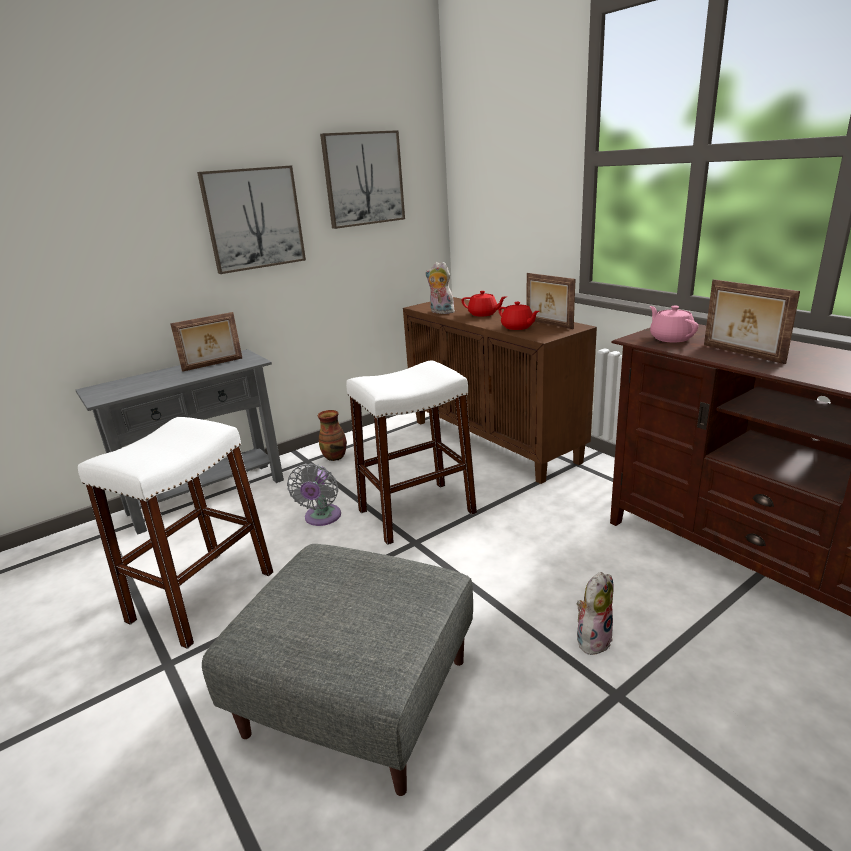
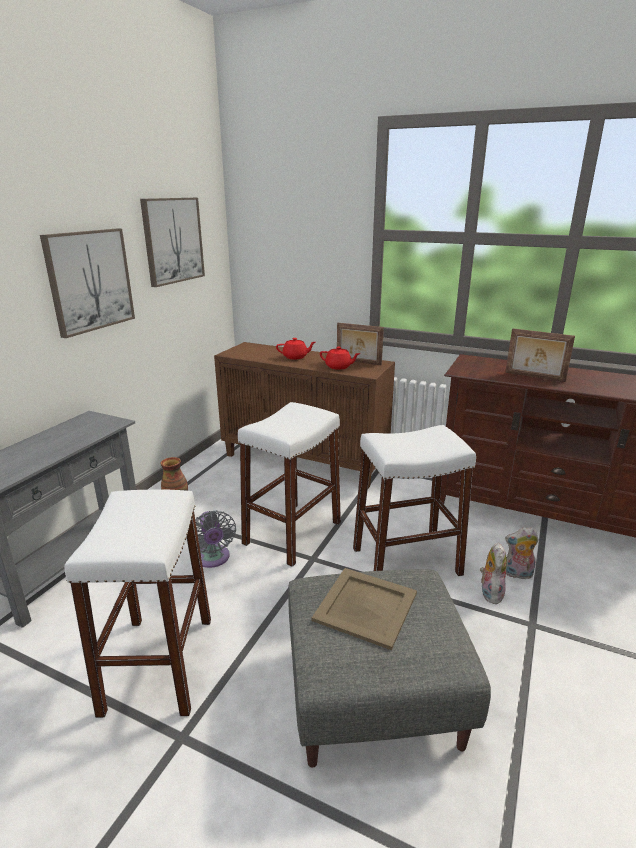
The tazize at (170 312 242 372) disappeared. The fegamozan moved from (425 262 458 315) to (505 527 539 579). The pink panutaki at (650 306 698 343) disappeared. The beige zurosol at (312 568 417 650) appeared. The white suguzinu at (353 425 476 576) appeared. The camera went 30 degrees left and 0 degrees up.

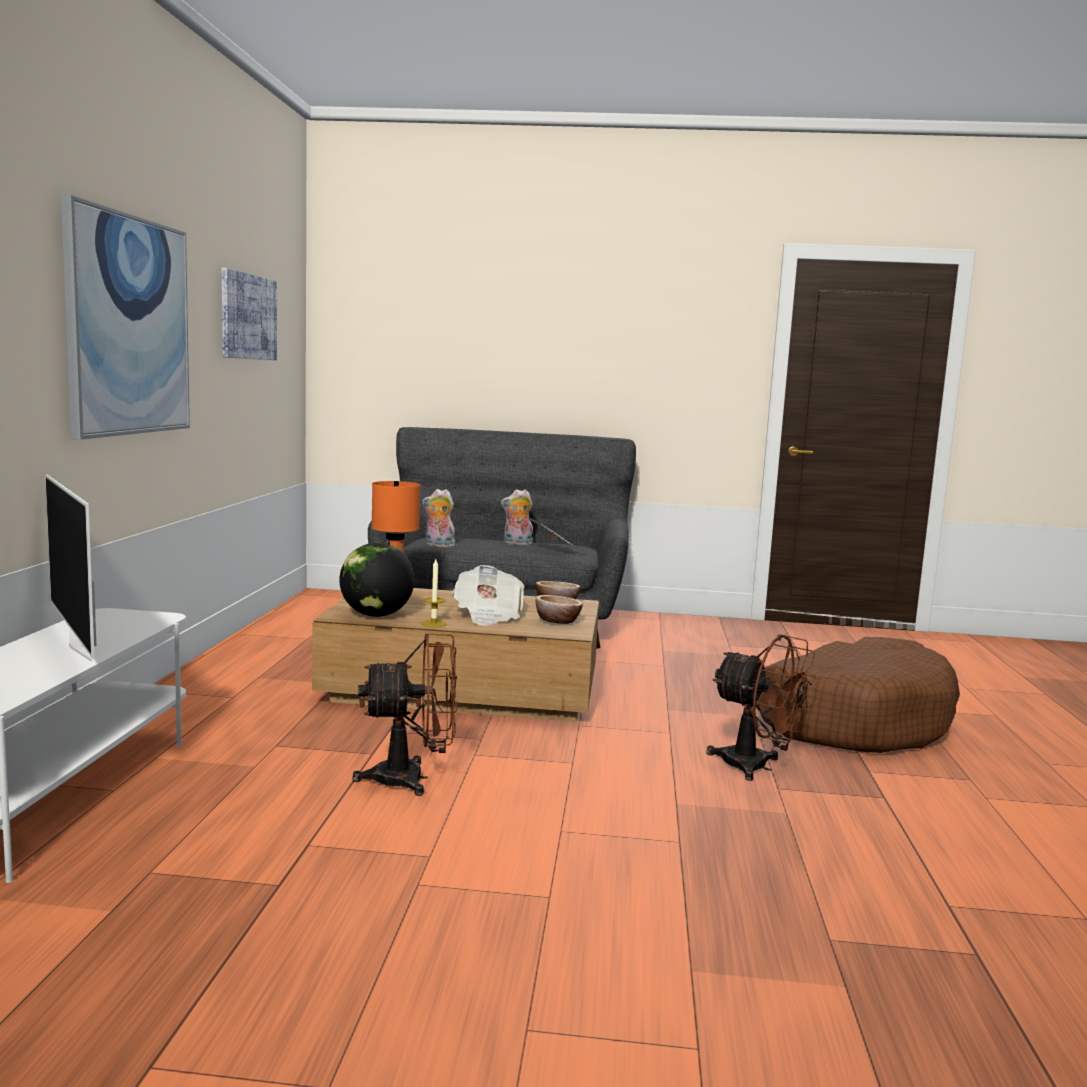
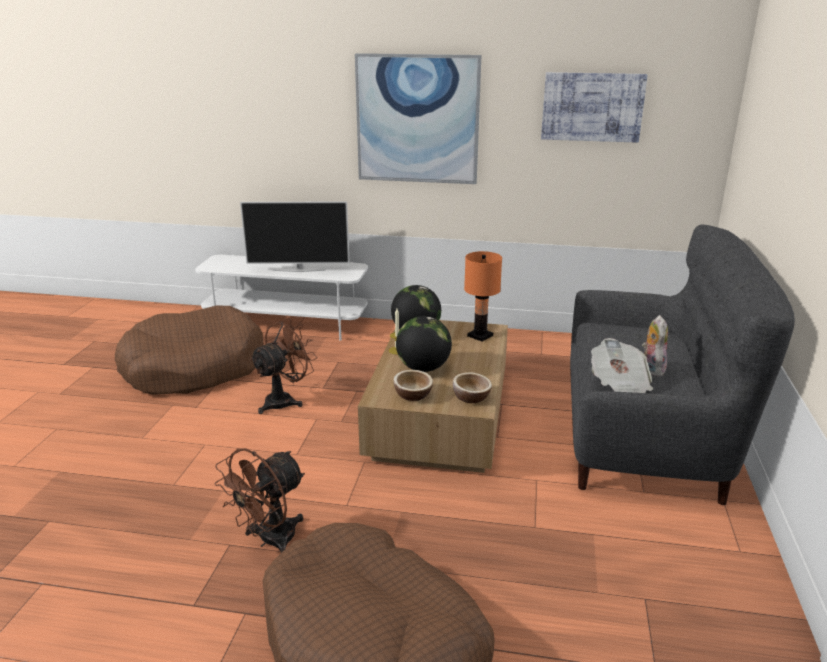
The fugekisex at (45 474 96 662) turned 150 degrees counterclockwise. The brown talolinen at (352 633 457 796) turned 135 degrees counterclockwise. The fegamozan at (422 489 457 548) disappeared. The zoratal at (452 565 524 625) was replaced by the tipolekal at (396 316 452 372). The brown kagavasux at (115 305 264 395) appeared. The camera went 95 degrees right and 15 degrees up.

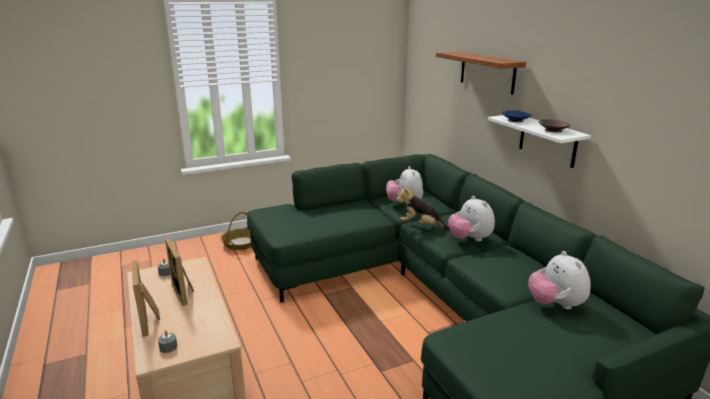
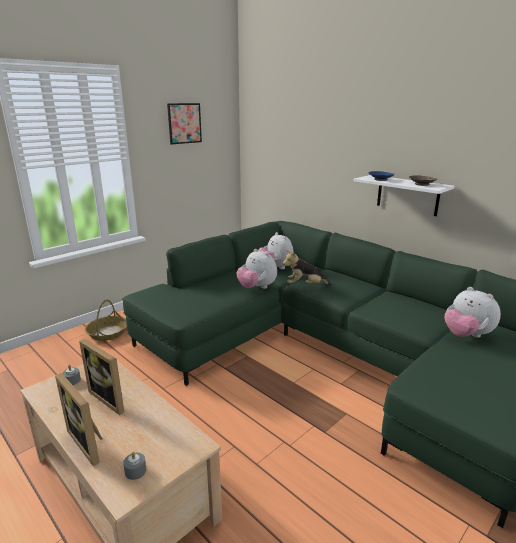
The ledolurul at (436 51 526 95) disappeared. The fegamozan moved from (448 196 495 242) to (237 249 277 289). The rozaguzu at (167 103 202 145) appeared. The camera went 20 degrees left and 0 degrees up.

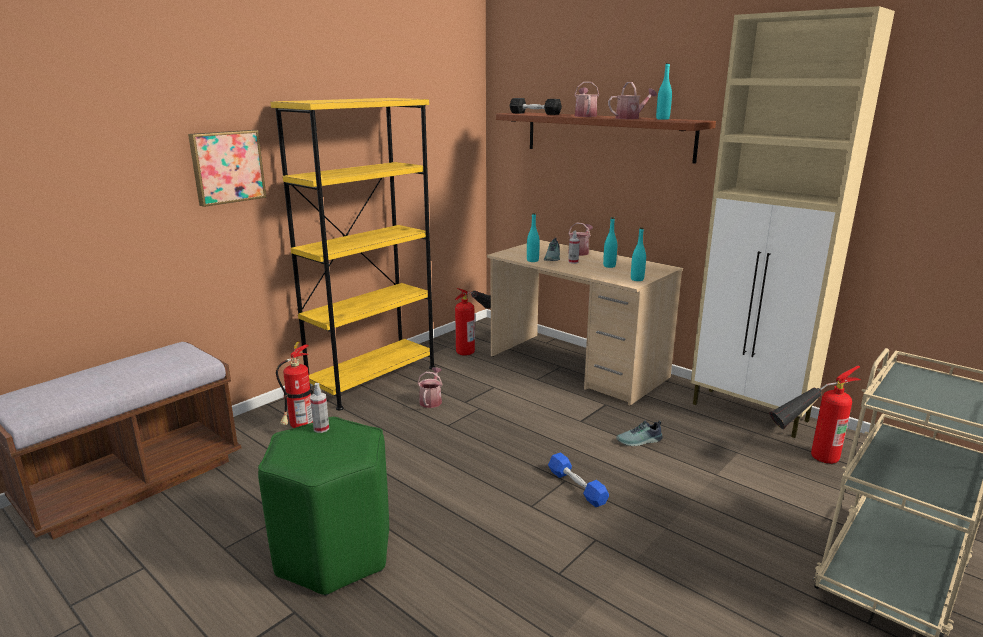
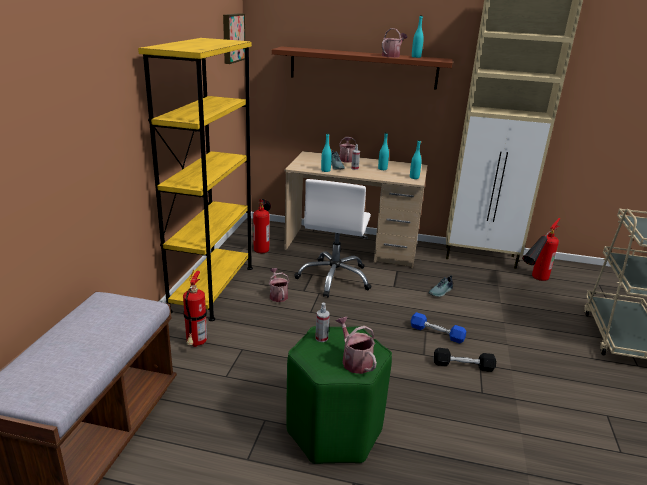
The rozaguzu moved from (188 130 266 207) to (223 13 245 64). The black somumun moved from (509 98 562 115) to (434 348 496 372). The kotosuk moved from (574 82 599 117) to (336 317 377 374). The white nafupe at (295 179 371 297) appeared. The camera went 30 degrees left and 5 degrees up.

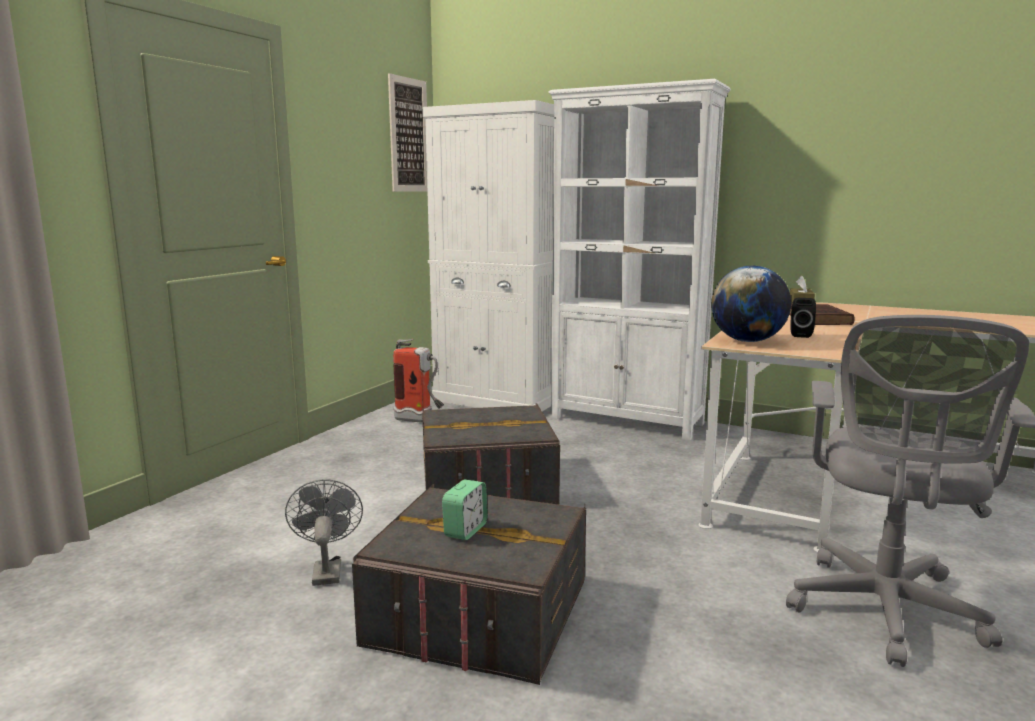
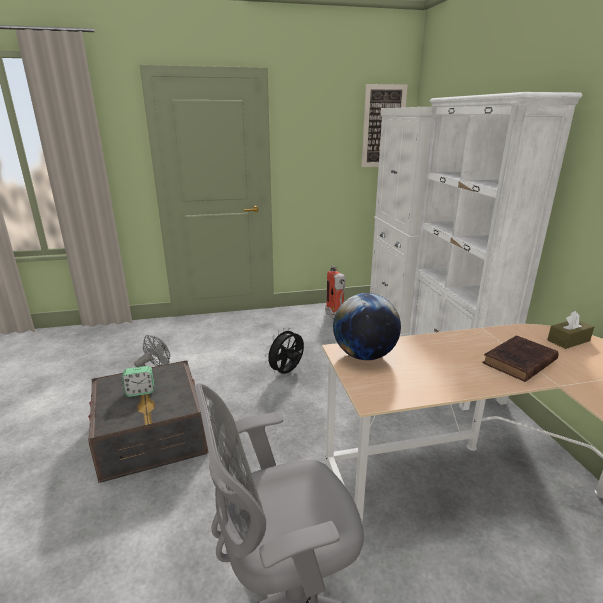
The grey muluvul at (422 403 560 505) was replaced by the black talolinen at (265 328 304 374). The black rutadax at (790 298 816 338) disappeared. The camera went 50 degrees right and 10 degrees up.

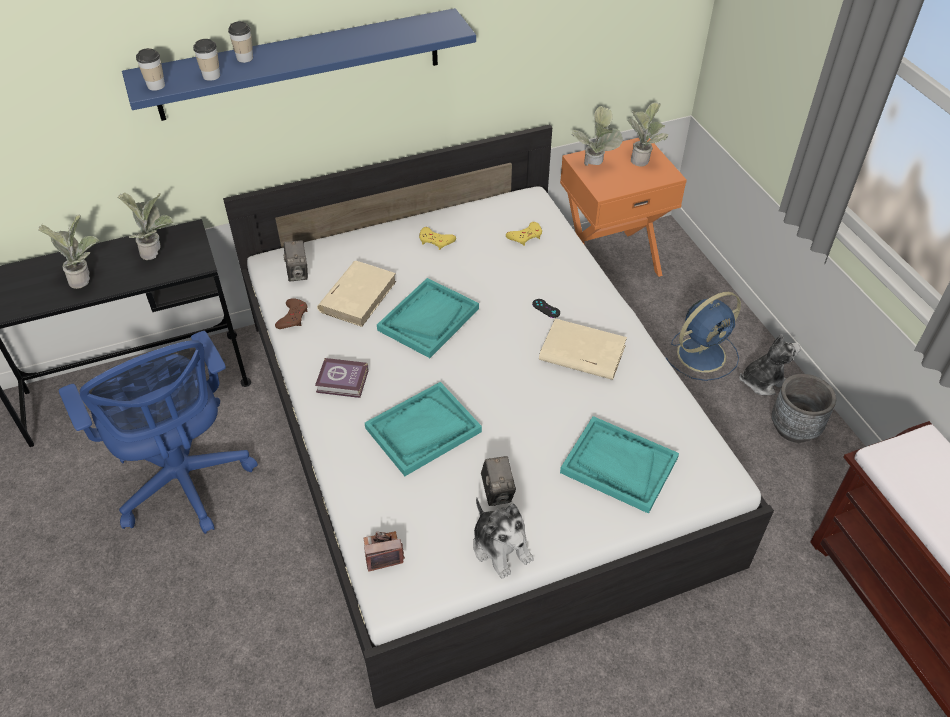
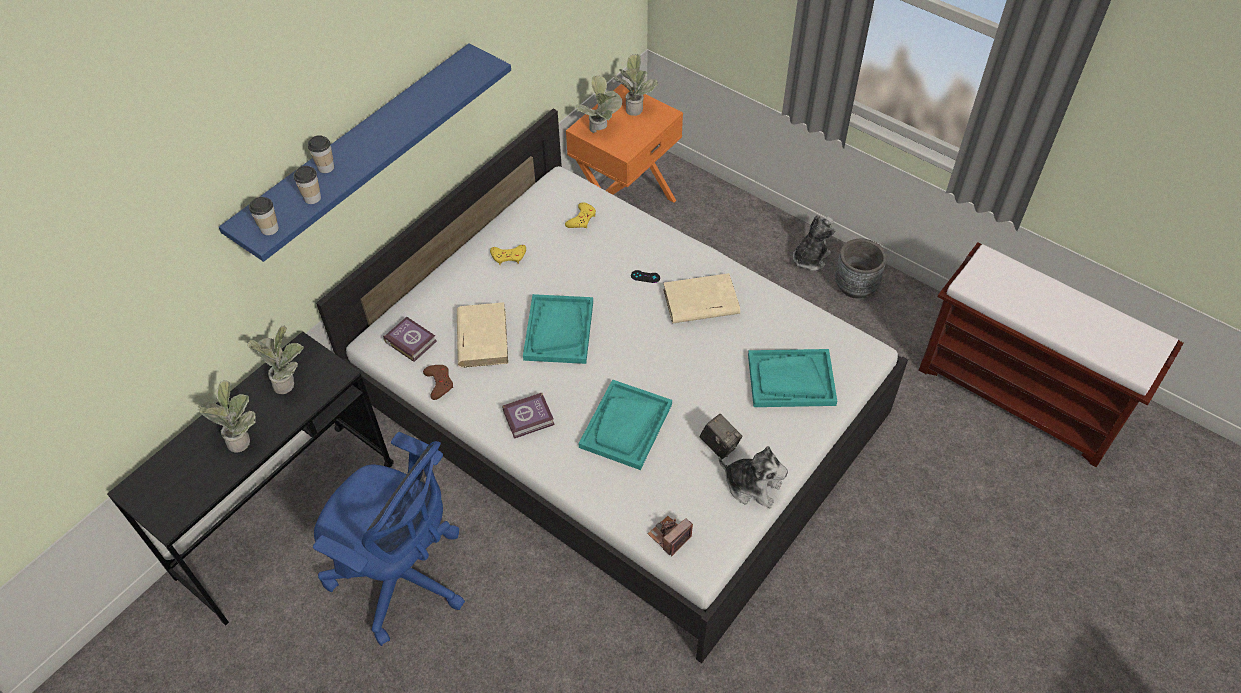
The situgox at (283 240 308 282) was replaced by the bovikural at (383 317 437 362). The blue talolinen at (665 292 741 381) disappeared. The camera went 30 degrees left and 5 degrees up.

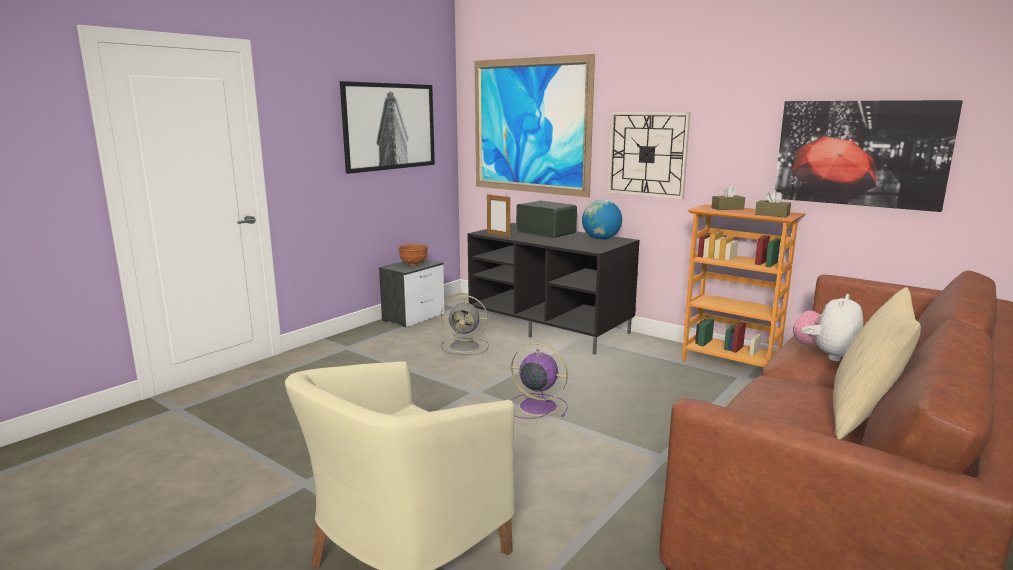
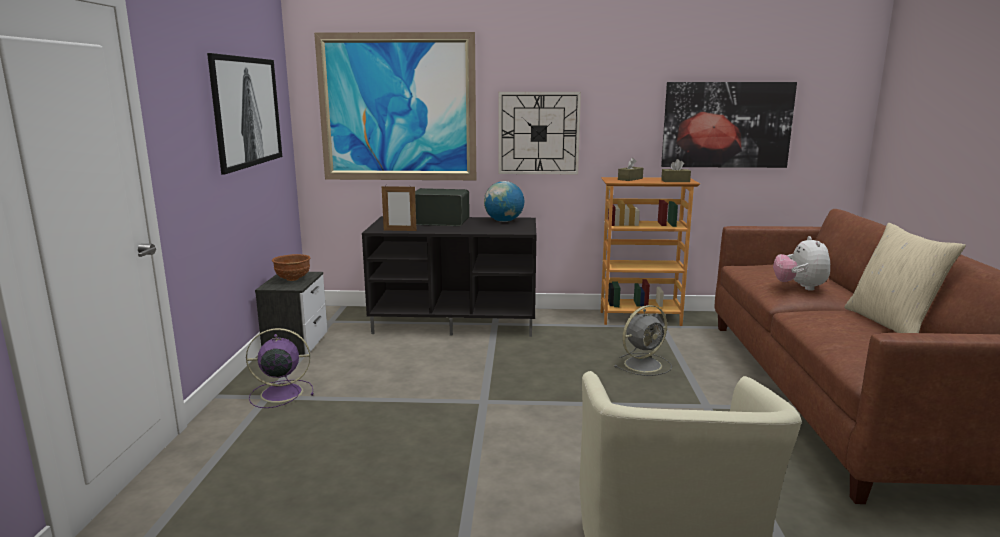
The grey talolinen moved from (440 295 489 355) to (614 305 672 376). The purple talolinen moved from (511 343 568 419) to (246 328 314 408). The camera went 35 degrees left and 0 degrees up.

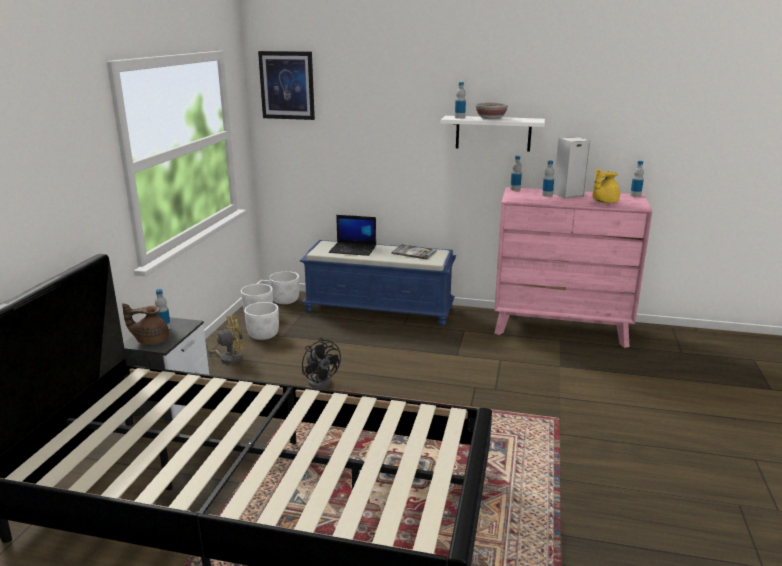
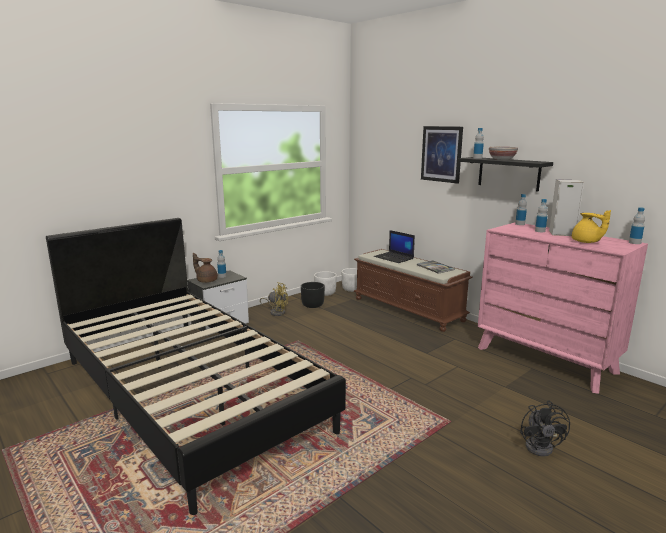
The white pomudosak at (244 302 279 340) became the black pomudosak at (301 282 325 308). The rozaguzu moved from (258 51 315 120) to (421 126 463 184). The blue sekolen at (300 240 456 326) became the brown sekolen at (354 249 473 332). The black talolinen moved from (302 338 341 388) to (520 400 570 457). The white ledolurul at (441 116 545 151) became the black ledolurul at (458 157 553 192). The yellow panutaki at (592 169 620 203) turned 120 degrees counterclockwise. The camera went 35 degrees right and 5 degrees down.

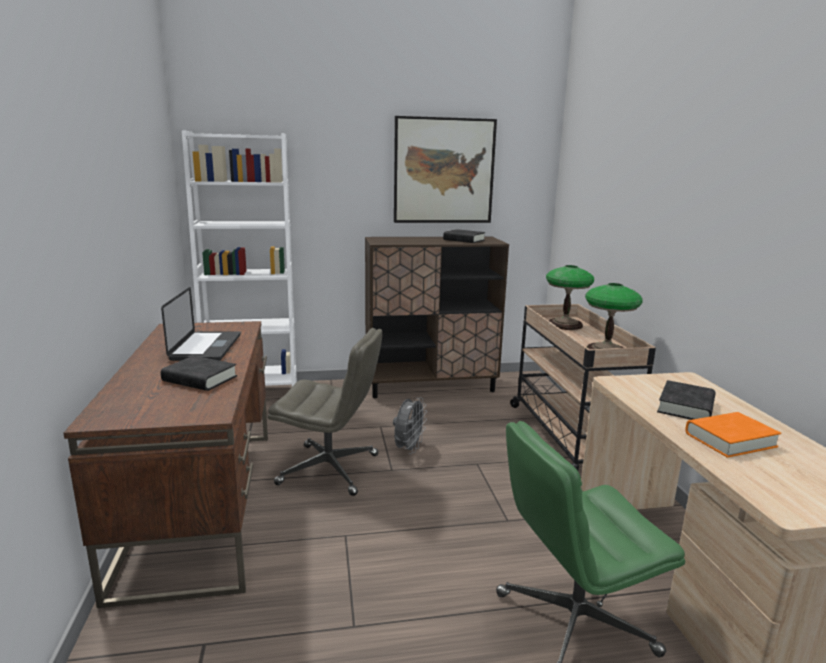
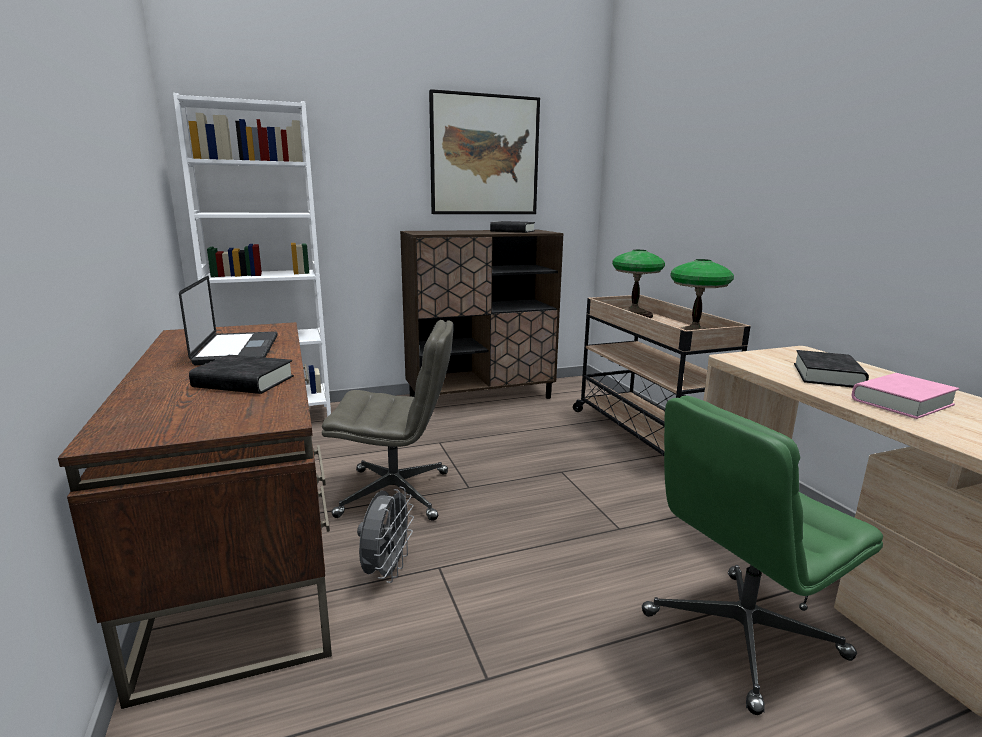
The grey talolinen moved from (393 397 427 454) to (357 487 414 583). The orange bovikural at (685 412 781 458) became the pink bovikural at (852 373 959 419). The camera went 10 degrees left and 0 degrees up.

